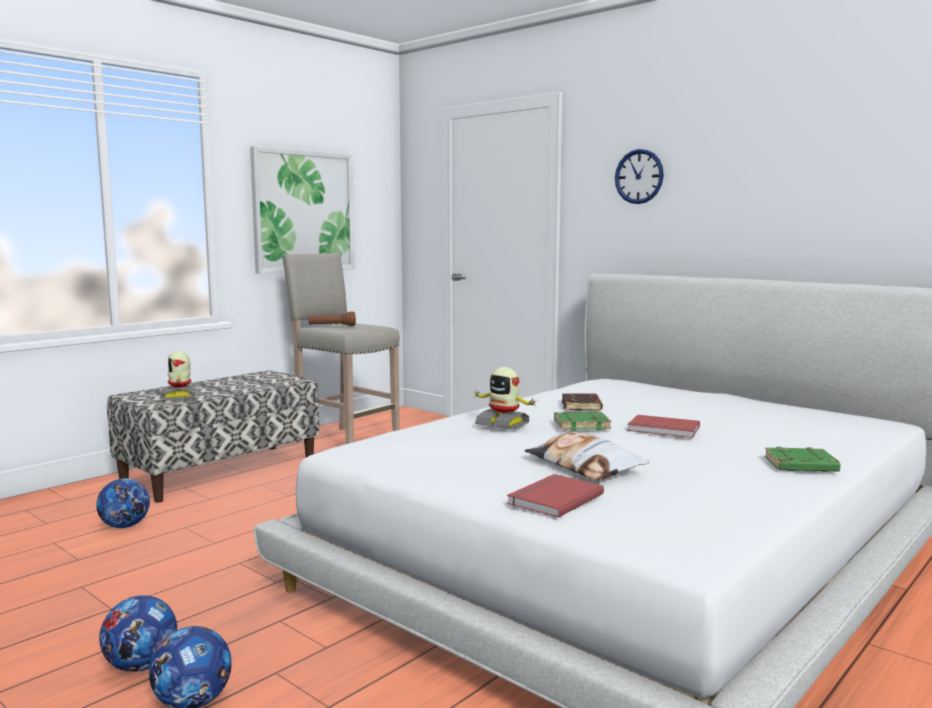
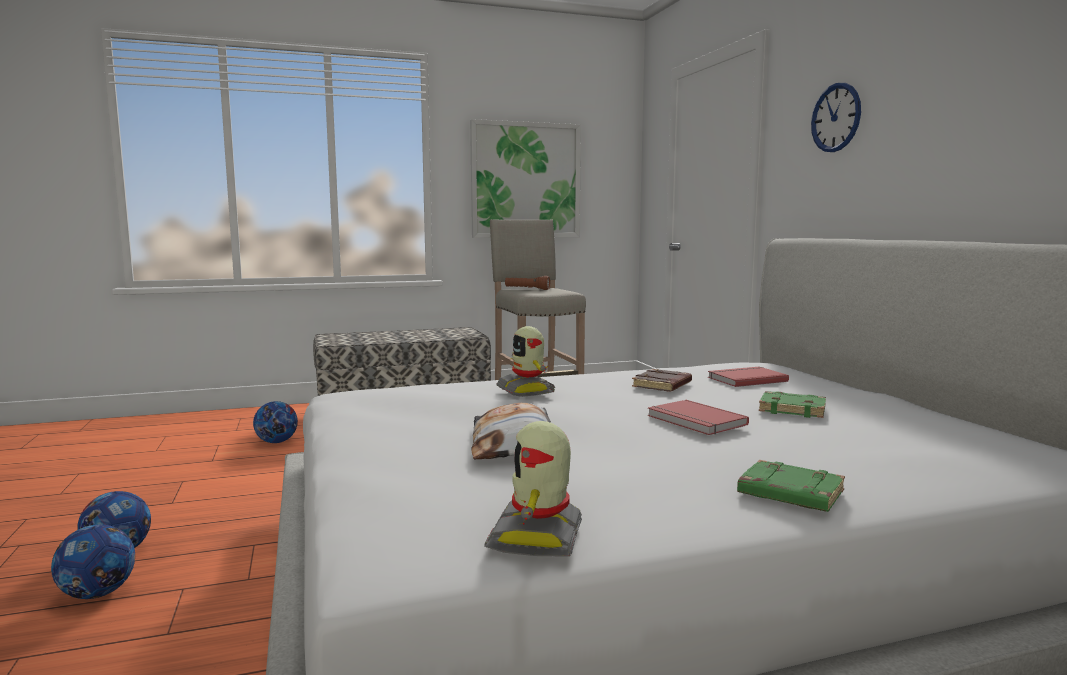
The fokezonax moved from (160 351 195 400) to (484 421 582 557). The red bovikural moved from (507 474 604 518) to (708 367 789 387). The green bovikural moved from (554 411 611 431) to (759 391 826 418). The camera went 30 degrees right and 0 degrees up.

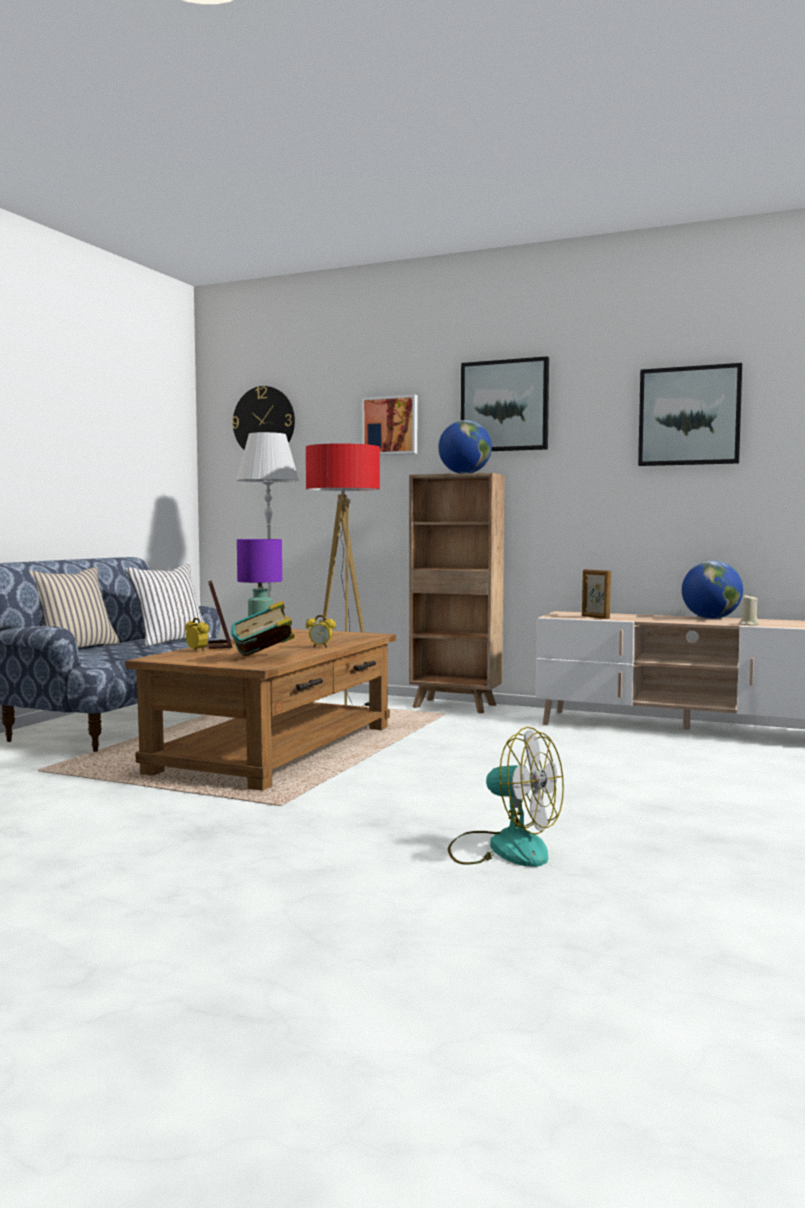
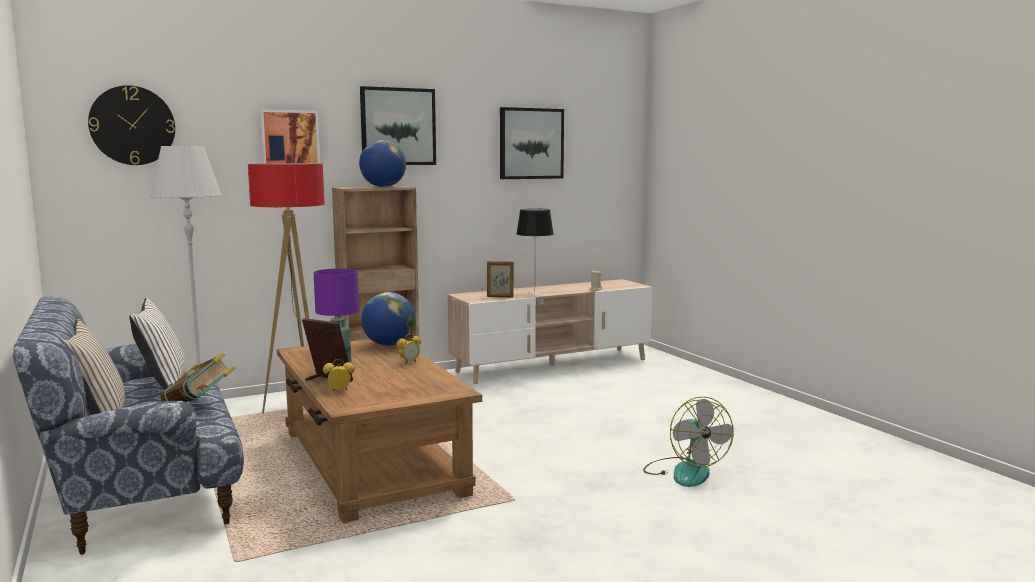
The bovikural moved from (231 601 295 656) to (160 353 235 402). The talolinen at (448 727 564 867) turned 90 degrees clockwise. The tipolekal moved from (682 561 743 619) to (361 292 415 346). The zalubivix at (517 208 554 294) appeared. The camera went 50 degrees left and 5 degrees up.

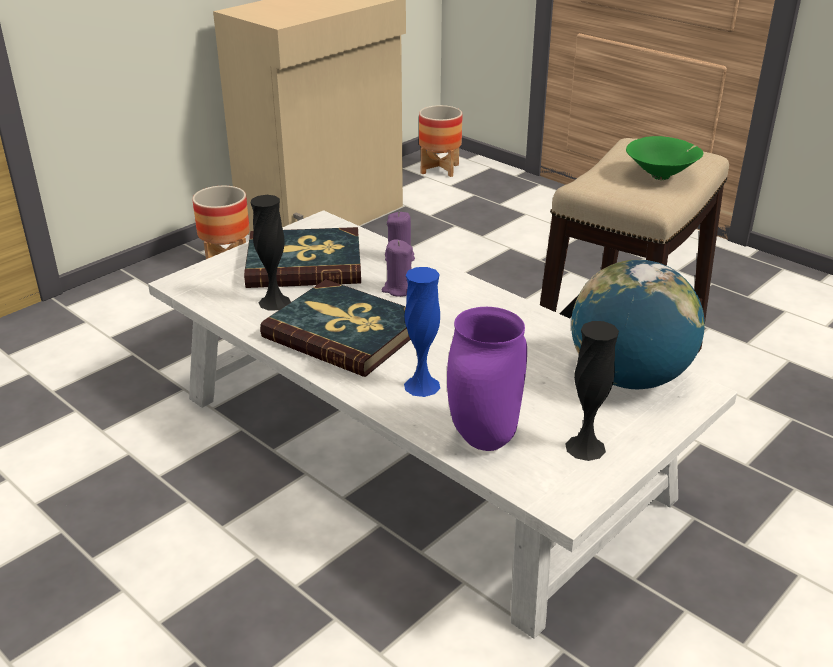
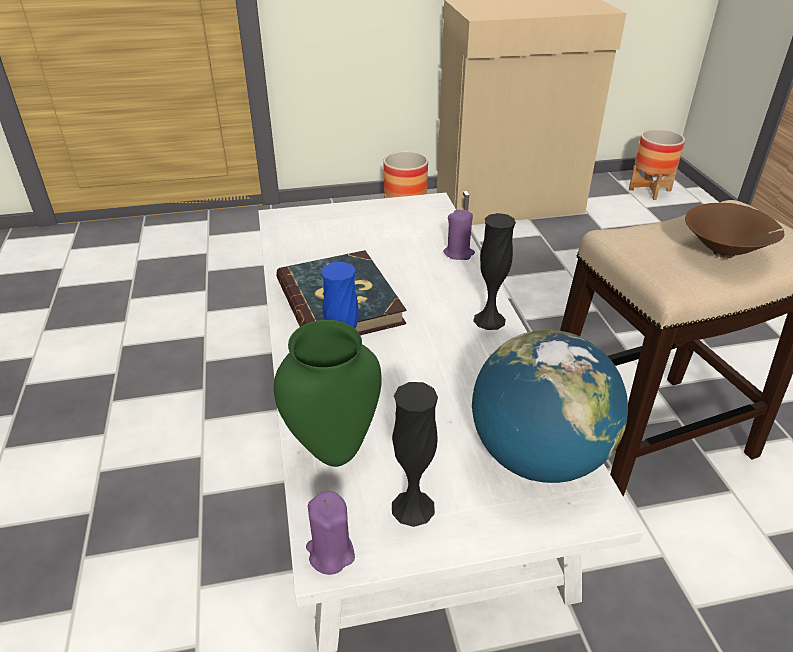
The bovikural at (244 227 361 288) disappeared. The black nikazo moved from (251 195 291 311) to (473 213 516 330). The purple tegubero moved from (382 239 413 297) to (306 491 355 575). The purple nikazo at (447 307 527 451) became the green nikazo at (274 320 382 467). The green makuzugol at (626 136 703 180) became the brown makuzugol at (685 203 785 258). The camera went 35 degrees right and 5 degrees up.

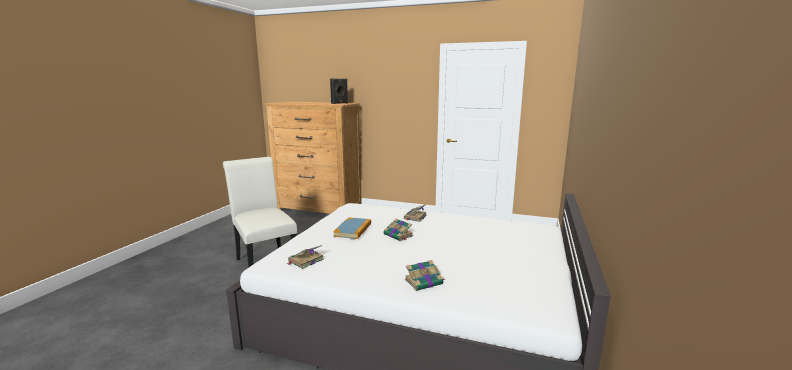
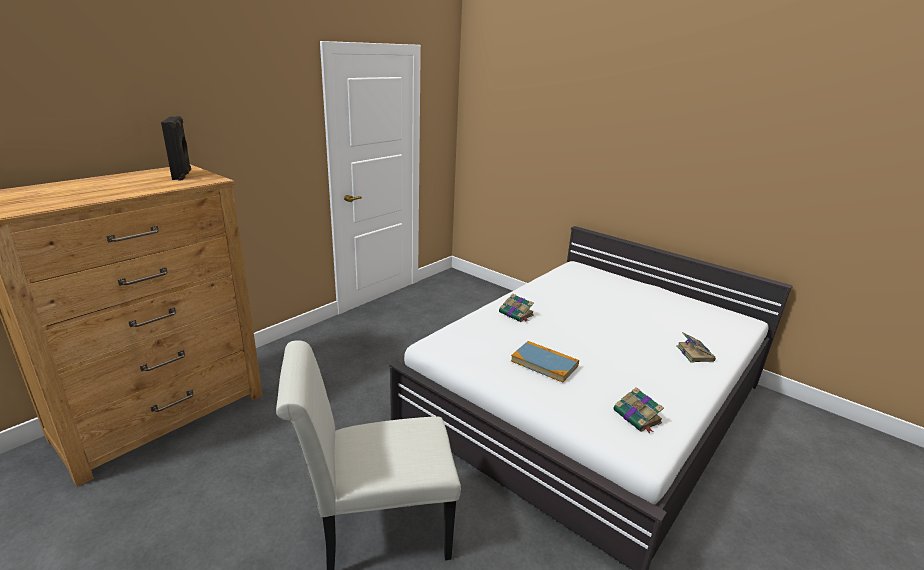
The bovikural at (383 218 413 241) disappeared. The camera went 70 degrees left and 10 degrees up.

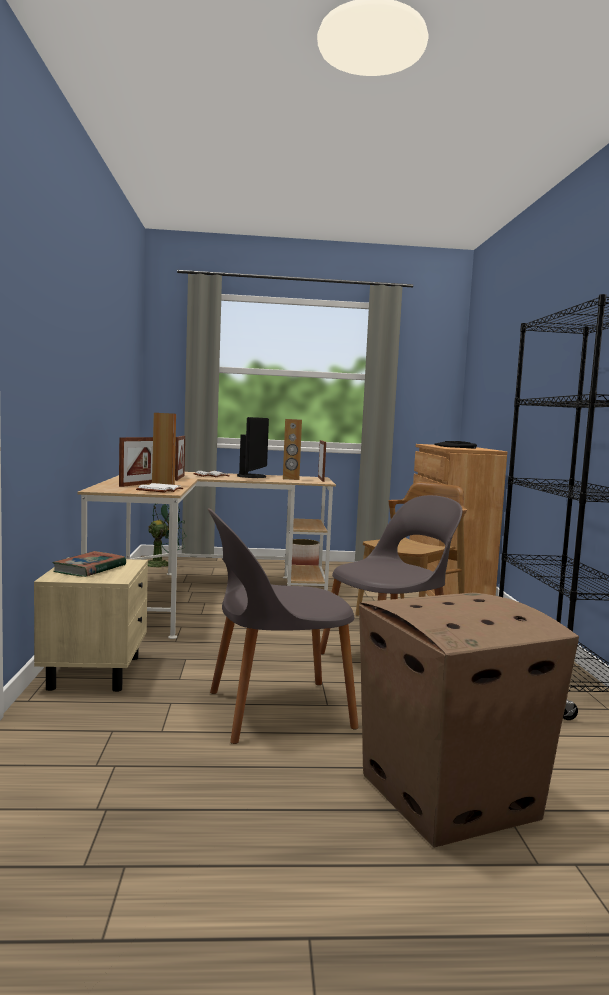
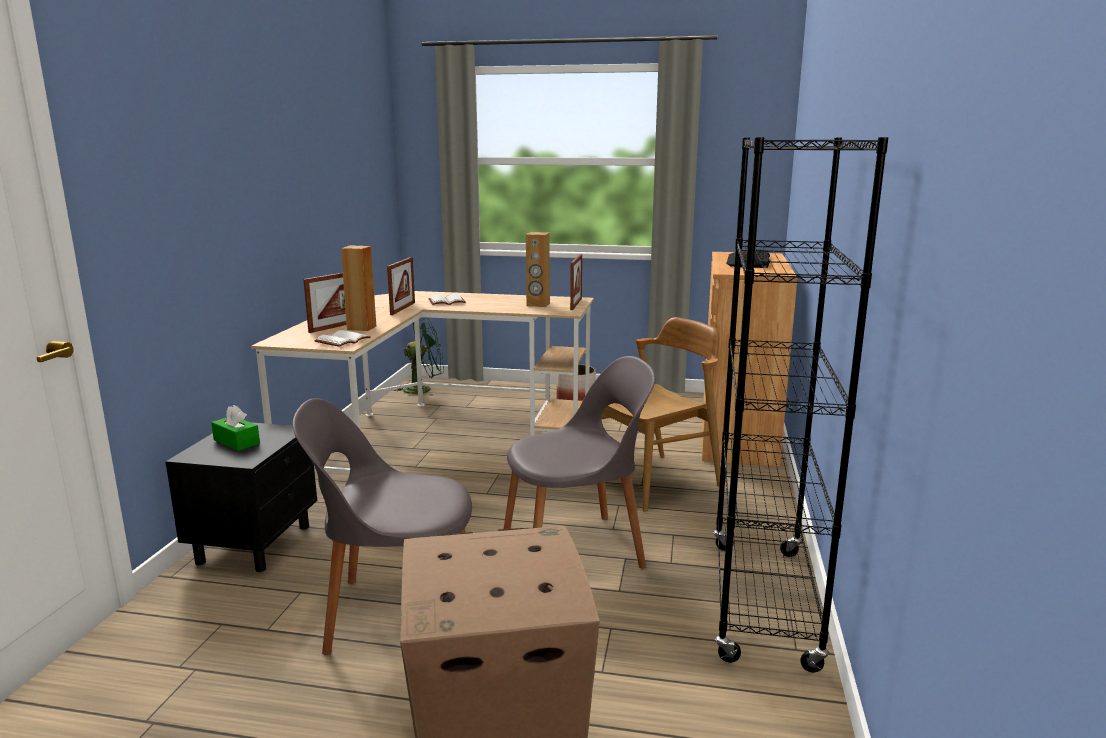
The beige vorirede at (34 557 148 692) became the black vorirede at (165 422 317 572). The bovikural at (52 551 126 577) was replaced by the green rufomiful at (211 405 260 451). The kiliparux at (237 417 269 478) disappeared. The camera went 15 degrees right and 10 degrees up.

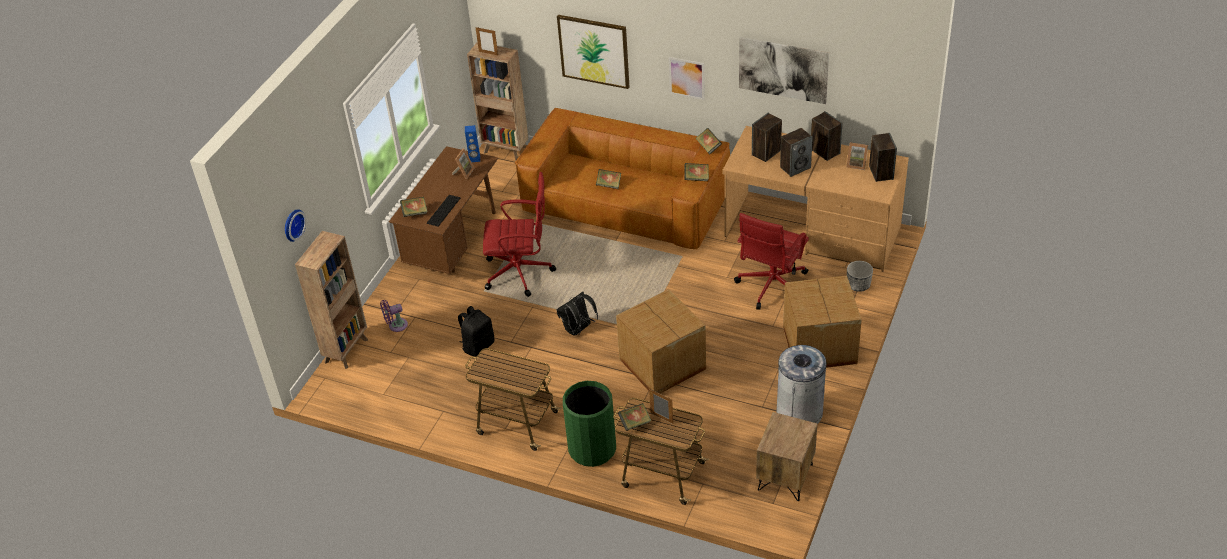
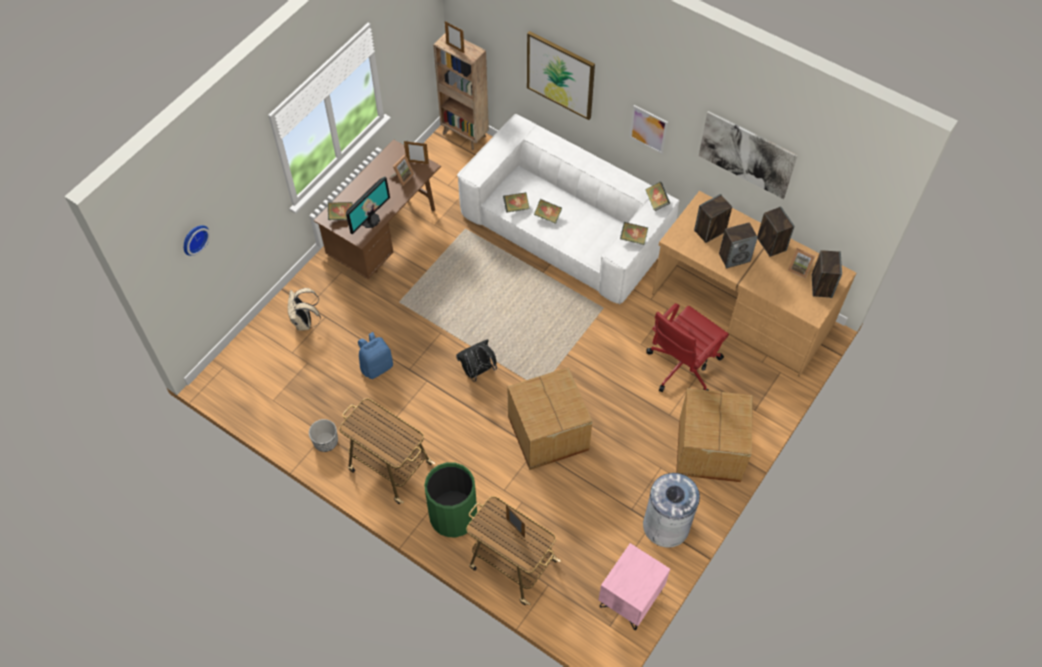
The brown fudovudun at (295 231 368 369) disappeared. The purple talolinen at (380 300 408 332) was replaced by the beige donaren at (288 288 321 331). The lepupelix at (427 195 461 227) was replaced by the kiliparux at (346 177 390 234). The black donaren at (458 306 494 356) became the blue donaren at (358 332 393 379). The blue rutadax at (465 125 480 162) was replaced by the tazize at (404 141 429 164). The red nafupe at (483 172 556 297) disappeared. The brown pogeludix at (515 108 730 250) became the white pogeludix at (457 114 680 304). The bovikural moved from (618 403 651 431) to (503 192 530 213). The brown vorirede at (756 412 817 501) became the pink vorirede at (599 543 670 630). The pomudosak moved from (847 261 873 292) to (309 419 338 452). The camera went 10 degrees right and 15 degrees up.

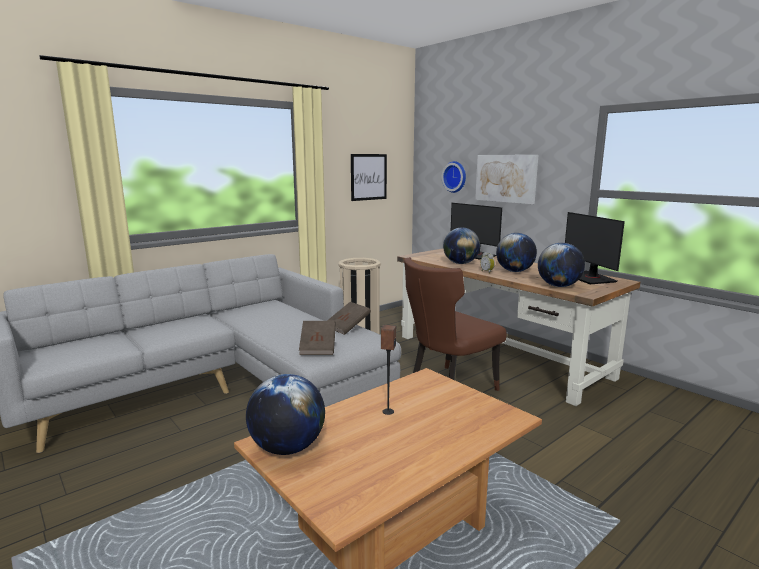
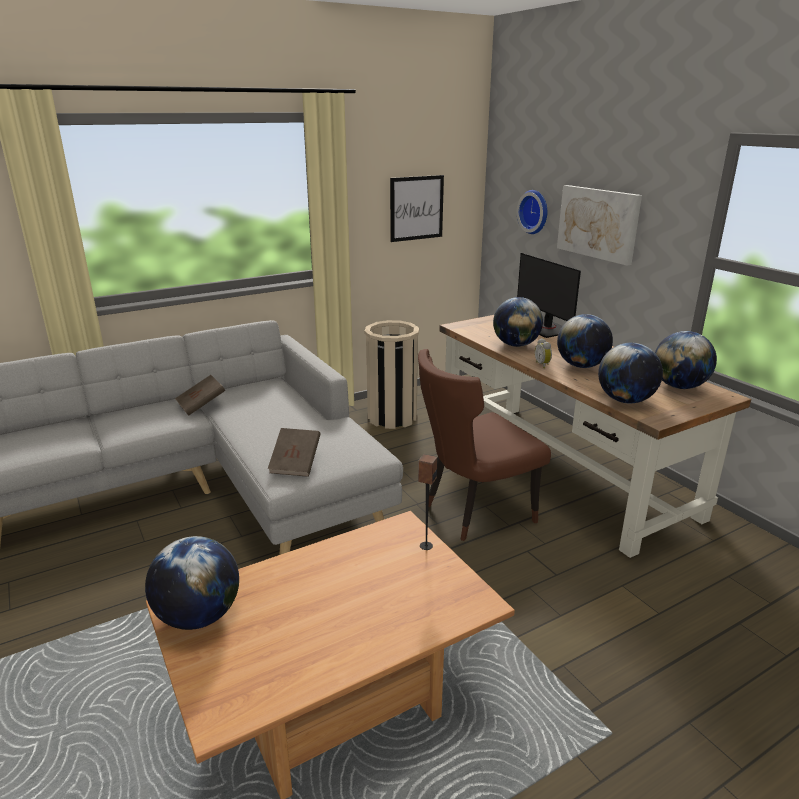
The brown bovikural moved from (327 302 371 335) to (175 375 225 416). The rutadax moved from (381 325 396 415) to (418 454 437 550). The kiliparux at (565 212 625 284) was replaced by the tipolekal at (655 331 717 389). The camera went 10 degrees right and 10 degrees up.

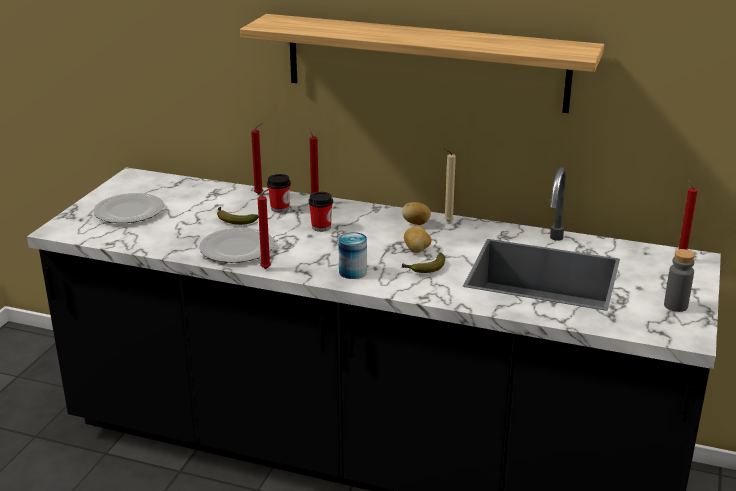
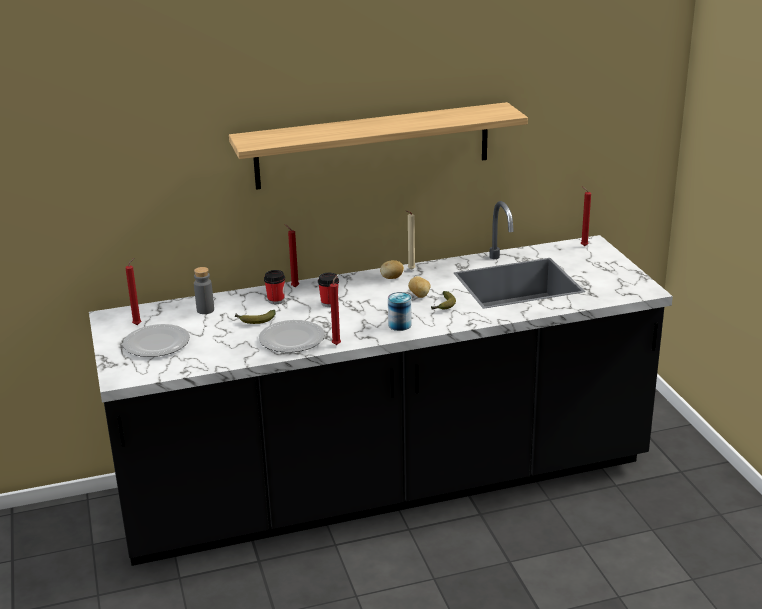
The red tegubero moved from (251 123 263 194) to (125 258 141 325). The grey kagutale moved from (664 249 695 312) to (194 267 214 314). The camera went 35 degrees left and 0 degrees up.

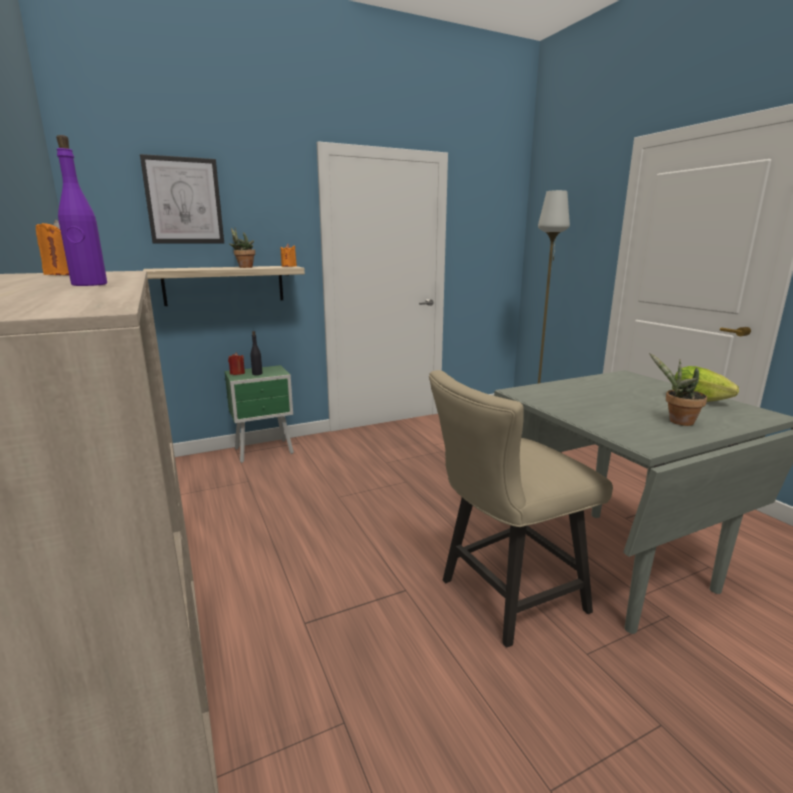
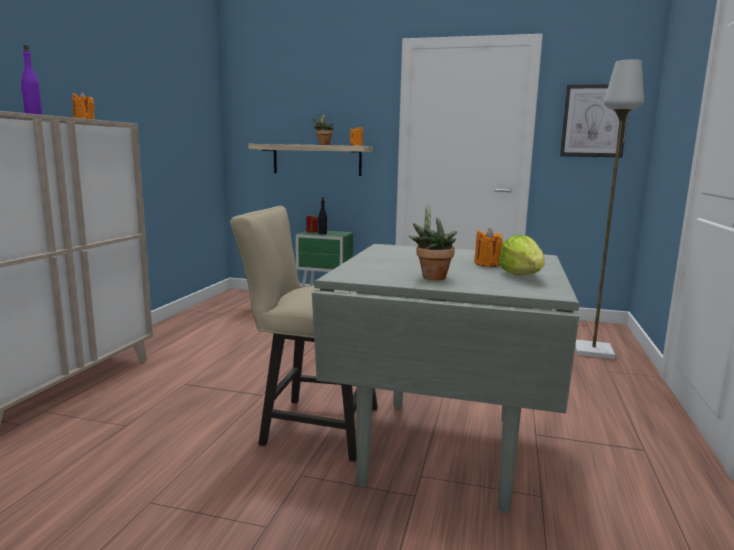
The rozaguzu moved from (140 154 224 244) to (560 84 628 157). The orange tegubero at (474 228 503 267) appeared. The camera went 40 degrees right and 5 degrees down.

